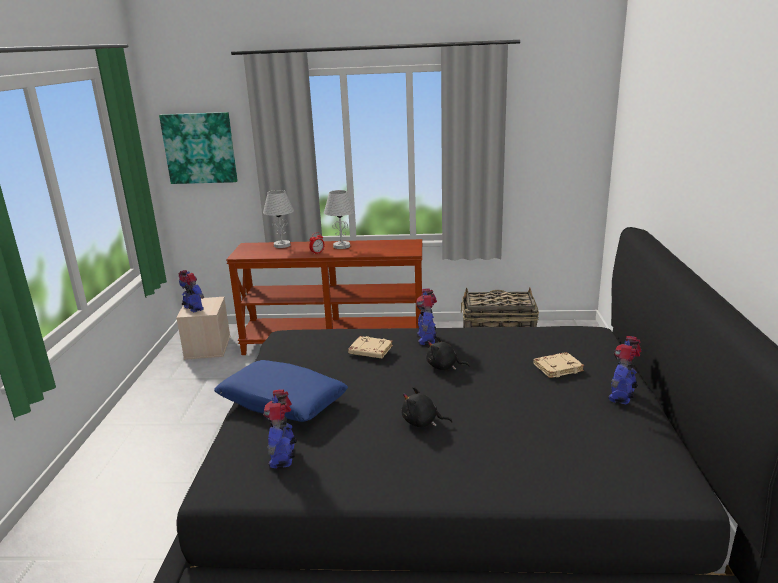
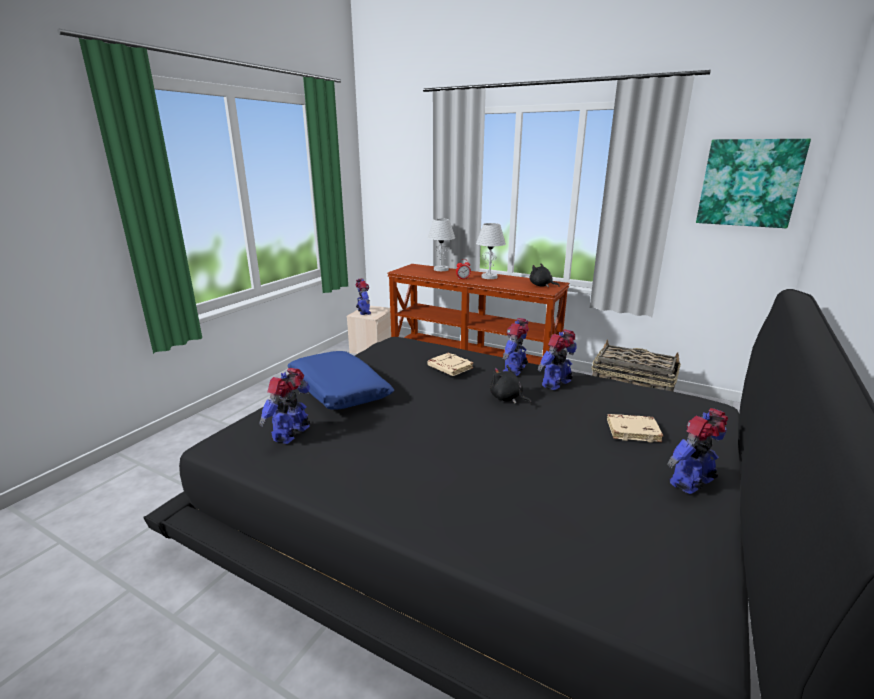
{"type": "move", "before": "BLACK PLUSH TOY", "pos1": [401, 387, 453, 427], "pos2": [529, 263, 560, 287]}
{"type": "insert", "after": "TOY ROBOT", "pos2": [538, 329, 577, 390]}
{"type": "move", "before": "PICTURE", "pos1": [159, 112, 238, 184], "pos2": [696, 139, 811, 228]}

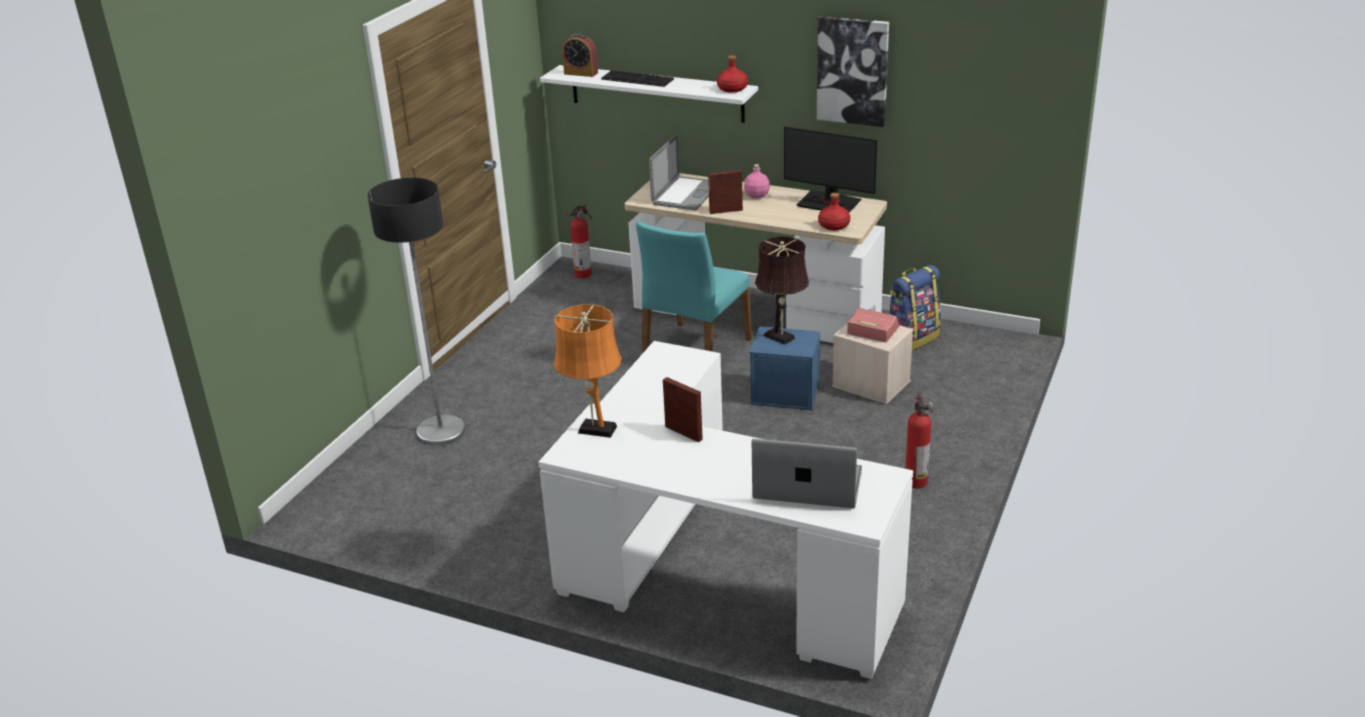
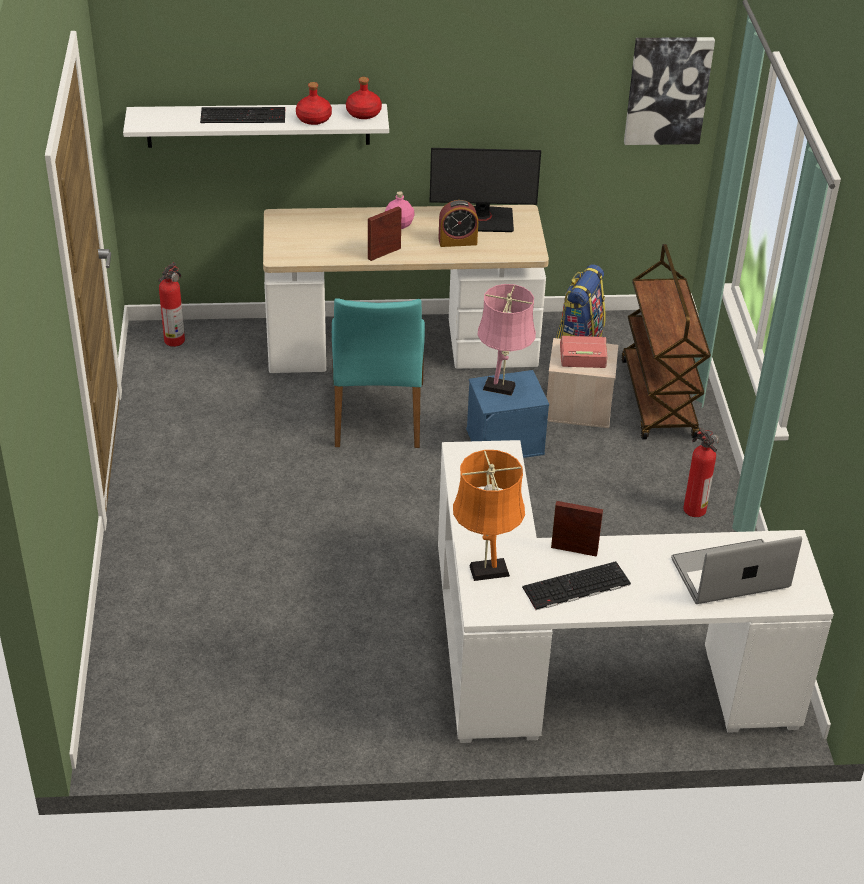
{"type": "move", "before": "RED BOTTLE", "pos1": [818, 193, 850, 230], "pos2": [296, 82, 332, 125]}
{"type": "move", "before": "ALARM CLOCK", "pos1": [562, 33, 598, 77], "pos2": [438, 200, 478, 247]}
{"type": "recolor", "before": "BROWN TABLE LAMP", "after": "PINK TABLE LAMP", "pos1": [755, 236, 809, 345], "pos2": [478, 284, 536, 396]}
{"type": "insert", "after": "KEYBOARD", "pos2": [522, 561, 631, 610]}
{"type": "insert", "after": "BROWN CART", "pos2": [621, 244, 711, 440]}
{"type": "move", "before": "PICTURE", "pos1": [817, 16, 889, 127], "pos2": [624, 37, 715, 145]}
{"type": "delete", "before": "FLOOR LAMP", "pos1": [367, 178, 466, 445]}
{"type": "delete", "before": "LAPTOP", "pos1": [649, 134, 709, 210]}

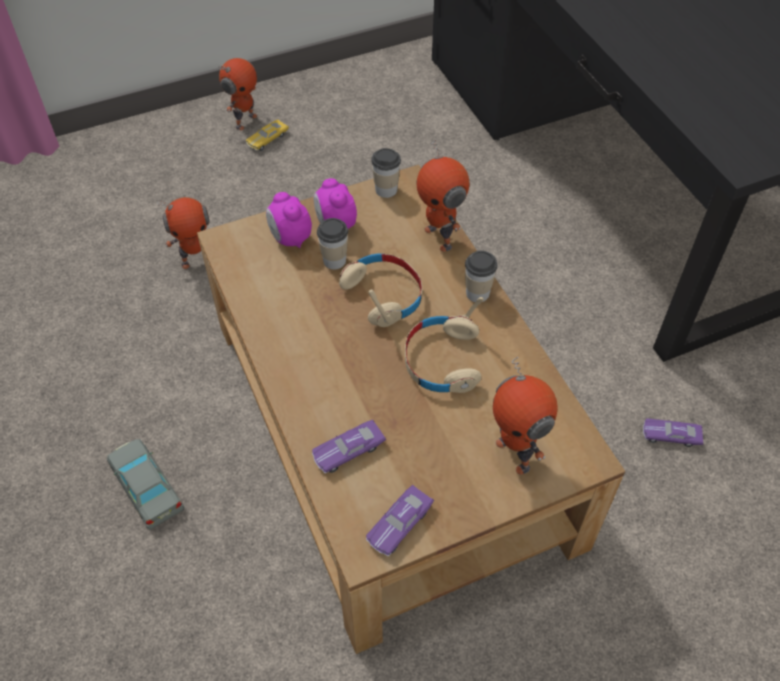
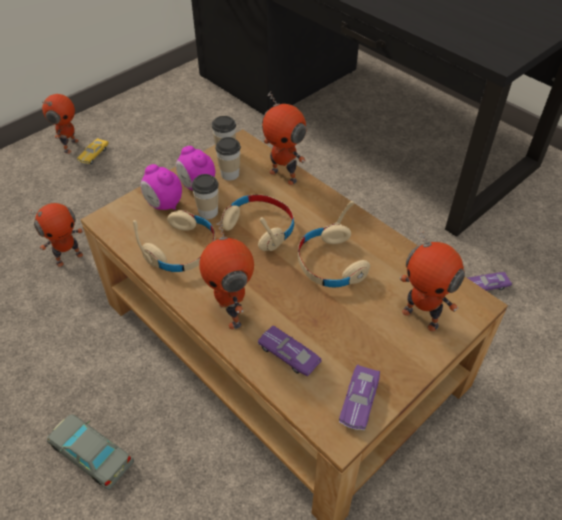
{"type": "insert", "after": "BEIGE HEADPHONES", "pos2": [133, 210, 215, 272]}
{"type": "insert", "after": "TOY ROBOT", "pos2": [199, 220, 254, 329]}
{"type": "move", "before": "CUP", "pos1": [465, 251, 498, 302], "pos2": [215, 137, 241, 181]}
{"type": "rotate", "before": "PURPLE TOY CAR", "pos1": [312, 420, 386, 473], "pos2": [258, 326, 322, 376], "turn": 90}

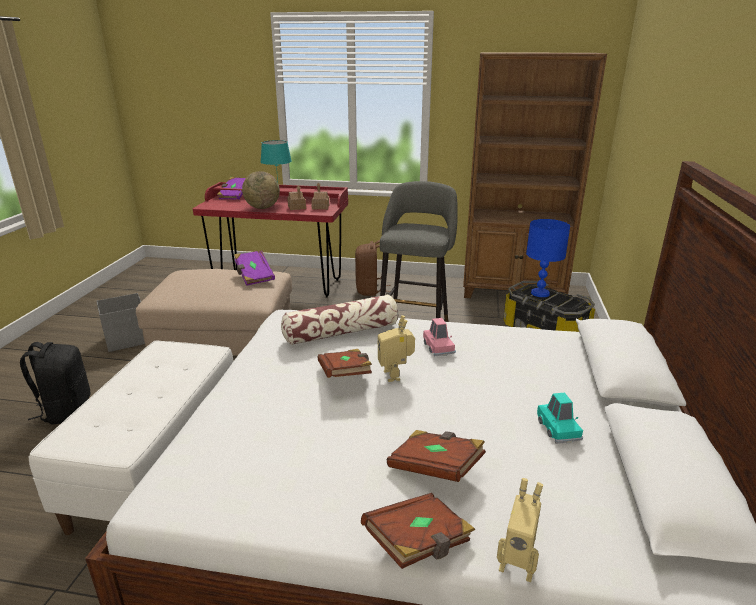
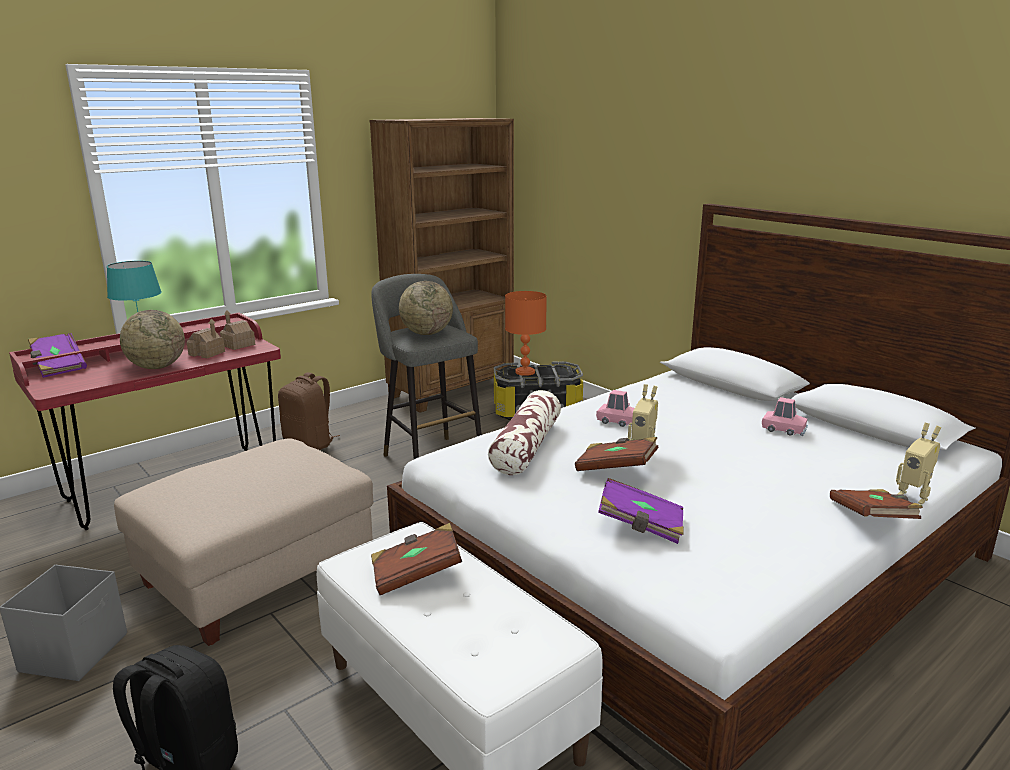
{"type": "move", "before": "BROWN BOOK", "pos1": [387, 430, 486, 482], "pos2": [371, 523, 462, 595]}
{"type": "insert", "after": "GLOBE", "pos2": [399, 281, 453, 335]}
{"type": "recolor", "before": "BLUE TABLE LAMP", "after": "ORANGE TABLE LAMP", "pos1": [526, 219, 570, 297], "pos2": [505, 291, 547, 376]}
{"type": "move", "before": "PURPLE BOOK", "pos1": [234, 251, 275, 286], "pos2": [598, 478, 684, 544]}
{"type": "recolor", "before": "TURQUOISE TOY CAR", "after": "PINK TOY CAR", "pos1": [537, 392, 583, 444], "pos2": [762, 397, 808, 436]}
{"type": "rotate", "before": "TOY ROBOT", "pos1": [497, 478, 543, 582], "pos2": [896, 423, 941, 505], "turn": 75}

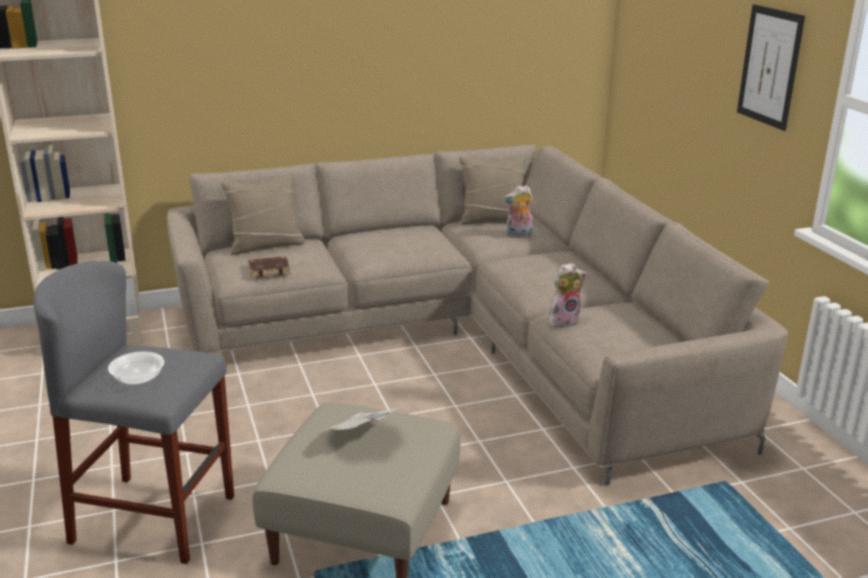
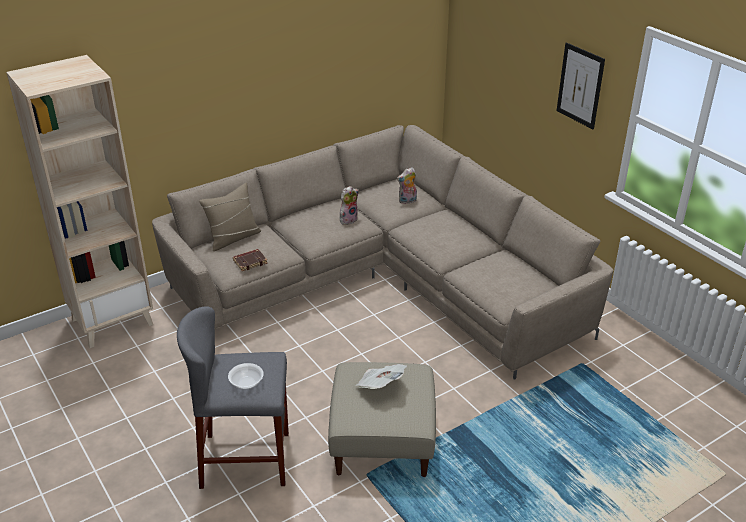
{"type": "move", "before": "PLUSH TOY", "pos1": [549, 263, 586, 328], "pos2": [340, 186, 359, 225]}
{"type": "delete", "before": "BEIGE PILLOW", "pos1": [459, 154, 527, 225]}

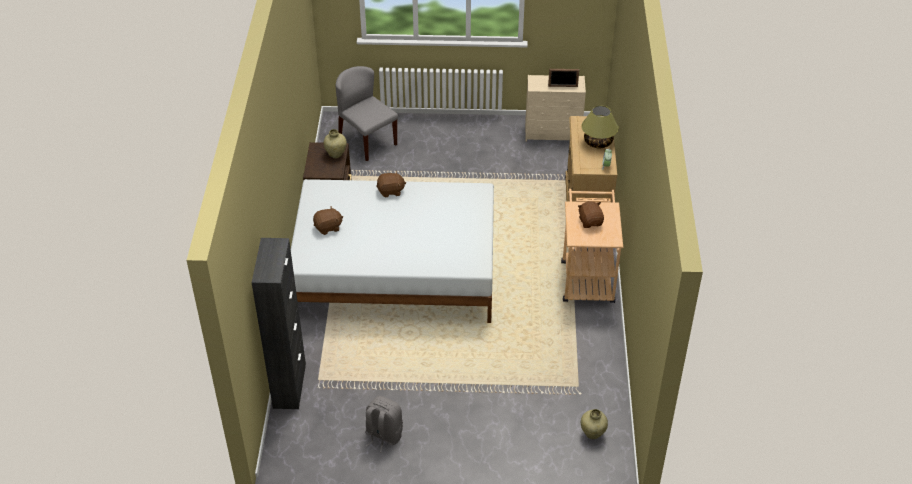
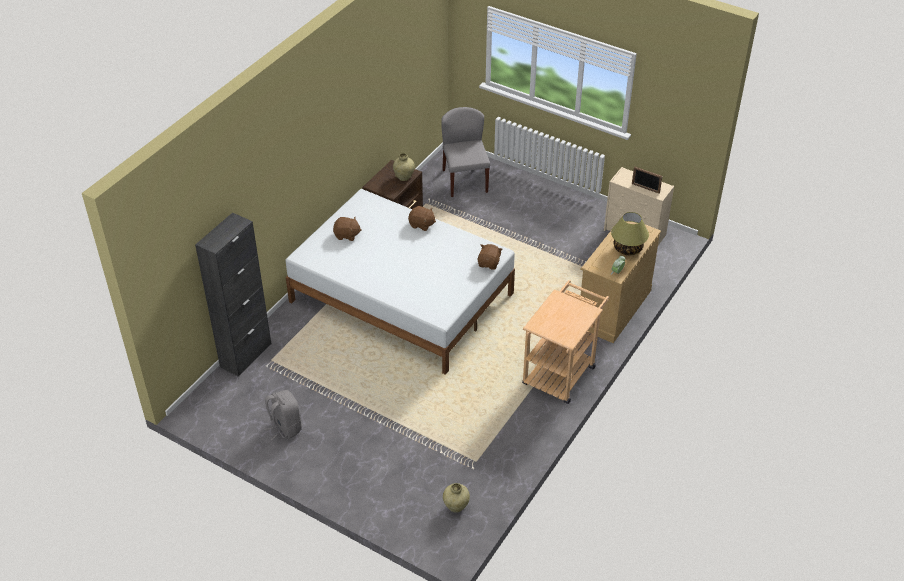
{"type": "move", "before": "BROWN PLUSH TOY", "pos1": [578, 201, 604, 228], "pos2": [478, 244, 502, 270]}

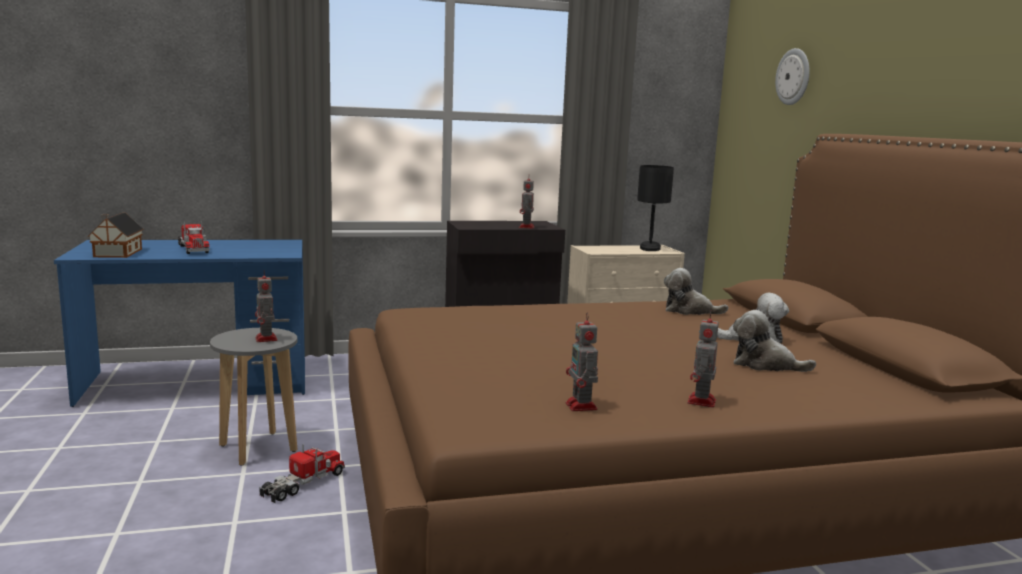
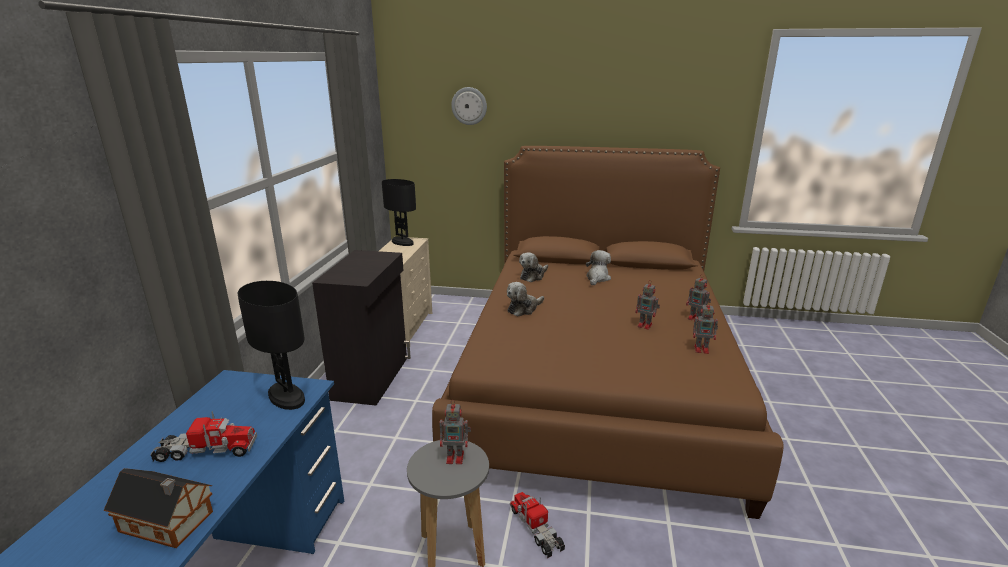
{"type": "insert", "after": "BLACK TABLE LAMP", "pos2": [238, 281, 305, 410]}
{"type": "move", "before": "PLUSH TOY", "pos1": [733, 310, 816, 372], "pos2": [507, 282, 544, 317]}
{"type": "move", "before": "TOY ROBOT", "pos1": [519, 179, 534, 229], "pos2": [635, 280, 660, 330]}

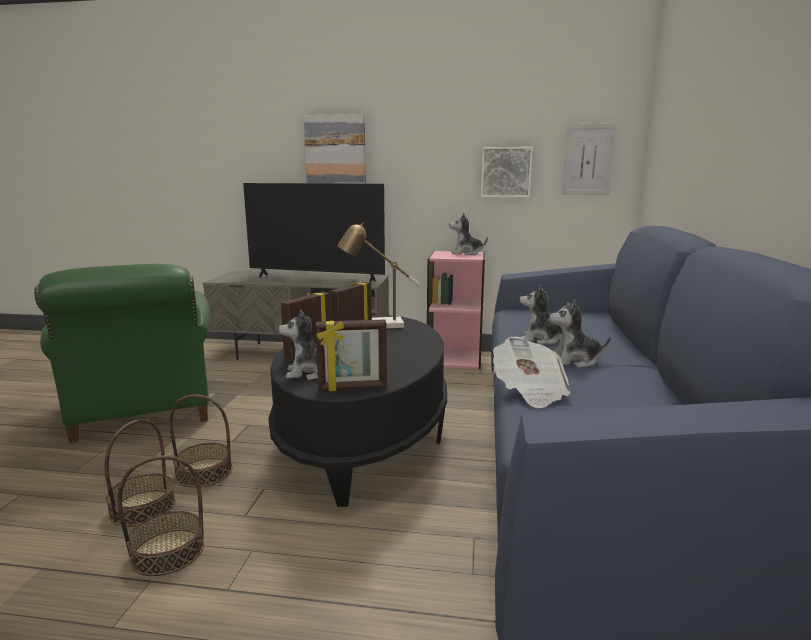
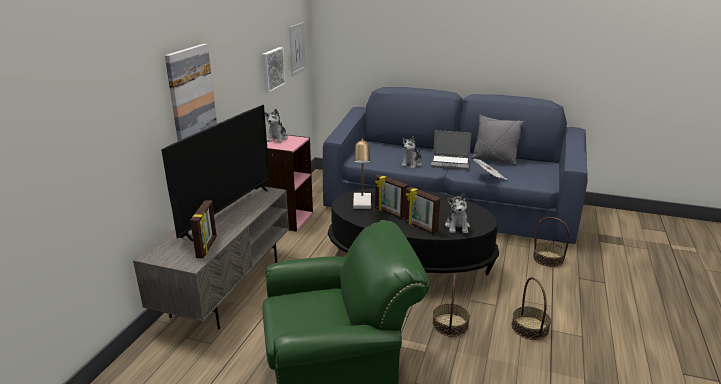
{"type": "move", "before": "PICTURE FRAME", "pos1": [316, 320, 387, 391], "pos2": [190, 200, 217, 258]}
{"type": "replace", "before": "PLUSH TOY", "after": "LAPTOP", "pos1": [548, 299, 611, 368], "pos2": [431, 130, 472, 170]}
{"type": "insert", "after": "GREY PILLOW", "pos2": [471, 115, 524, 165]}
{"type": "move", "before": "BASKET", "pos1": [104, 419, 176, 527], "pos2": [533, 217, 570, 267]}

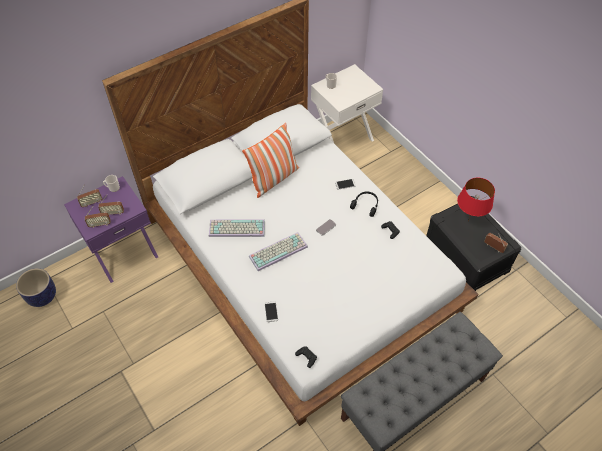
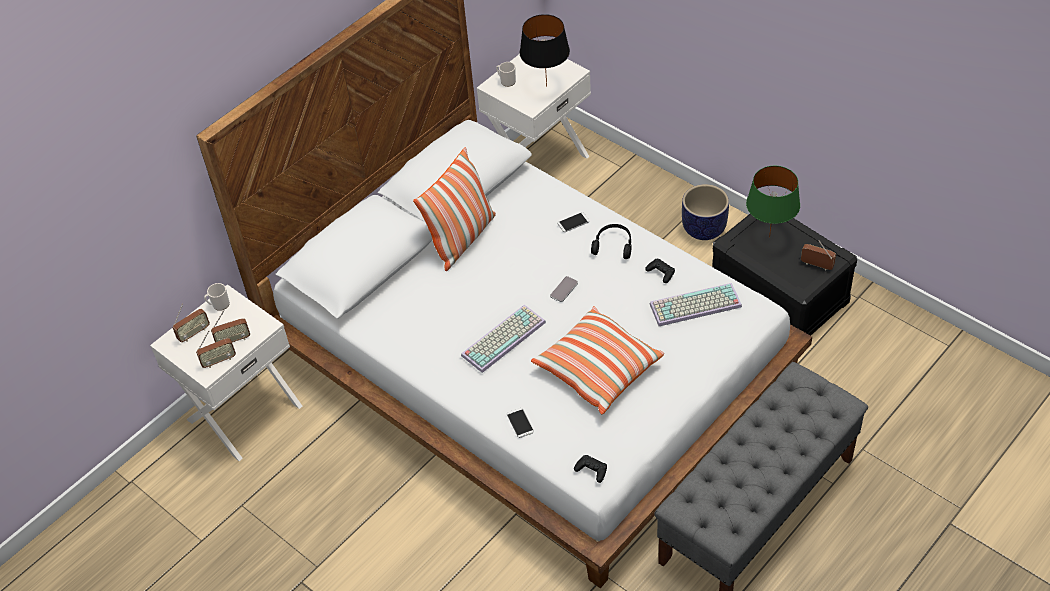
{"type": "recolor", "before": "PURPLE NIGHTSTAND", "after": "WHITE NIGHTSTAND", "pos1": [64, 176, 158, 283], "pos2": [150, 284, 302, 461]}
{"type": "insert", "after": "BLACK TABLE LAMP", "pos2": [520, 14, 570, 87]}
{"type": "insert", "after": "PILLOW", "pos2": [531, 306, 664, 414]}
{"type": "move", "before": "KEYBOARD", "pos1": [209, 220, 265, 237], "pos2": [650, 283, 742, 326]}
{"type": "move", "before": "PLANTER", "pos1": [16, 268, 56, 307], "pos2": [682, 184, 729, 240]}
{"type": "recolor", "before": "RED TABLE LAMP", "after": "GREEN TABLE LAMP", "pos1": [457, 178, 495, 221], "pos2": [746, 166, 800, 238]}

